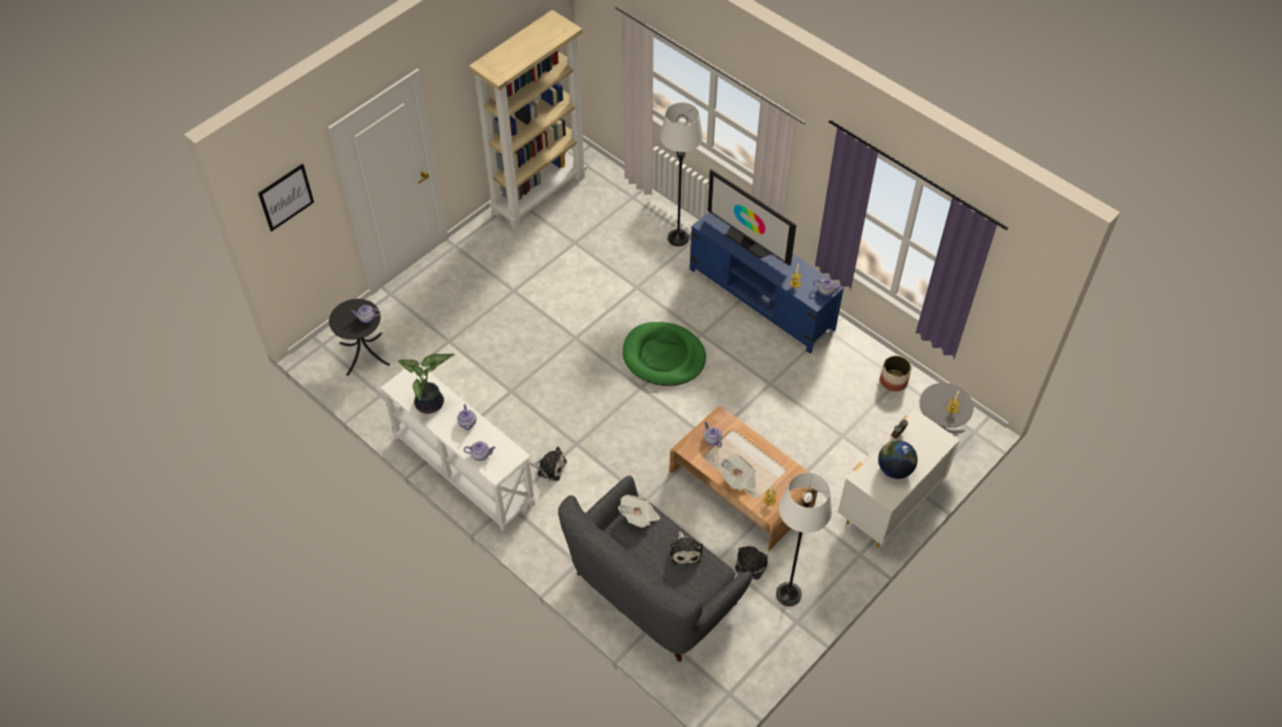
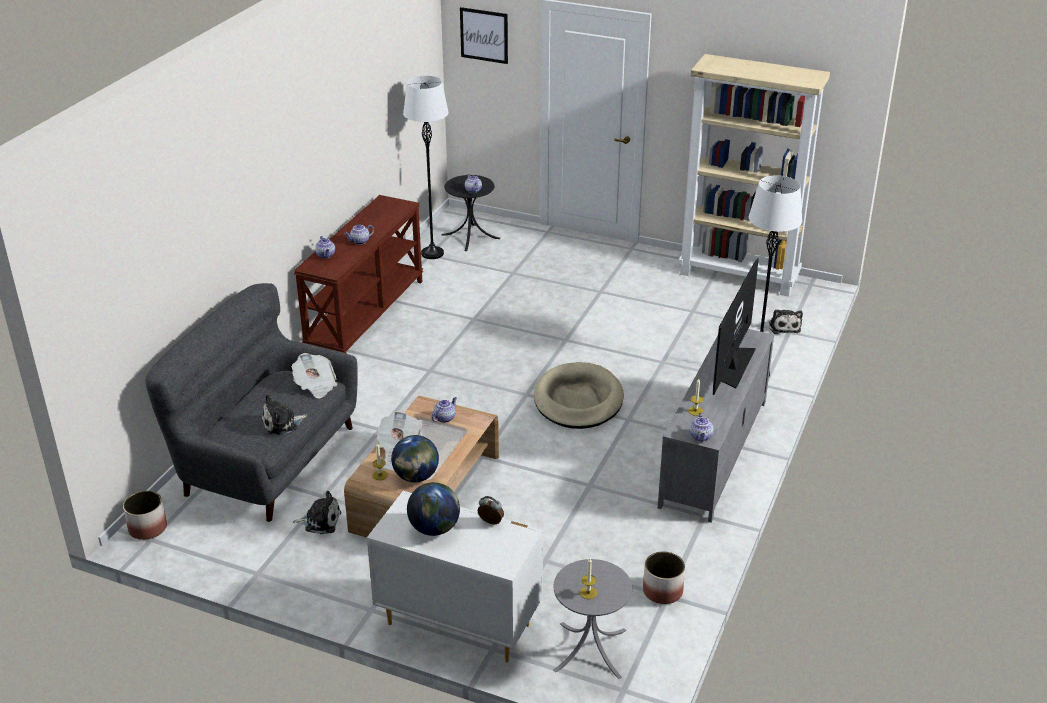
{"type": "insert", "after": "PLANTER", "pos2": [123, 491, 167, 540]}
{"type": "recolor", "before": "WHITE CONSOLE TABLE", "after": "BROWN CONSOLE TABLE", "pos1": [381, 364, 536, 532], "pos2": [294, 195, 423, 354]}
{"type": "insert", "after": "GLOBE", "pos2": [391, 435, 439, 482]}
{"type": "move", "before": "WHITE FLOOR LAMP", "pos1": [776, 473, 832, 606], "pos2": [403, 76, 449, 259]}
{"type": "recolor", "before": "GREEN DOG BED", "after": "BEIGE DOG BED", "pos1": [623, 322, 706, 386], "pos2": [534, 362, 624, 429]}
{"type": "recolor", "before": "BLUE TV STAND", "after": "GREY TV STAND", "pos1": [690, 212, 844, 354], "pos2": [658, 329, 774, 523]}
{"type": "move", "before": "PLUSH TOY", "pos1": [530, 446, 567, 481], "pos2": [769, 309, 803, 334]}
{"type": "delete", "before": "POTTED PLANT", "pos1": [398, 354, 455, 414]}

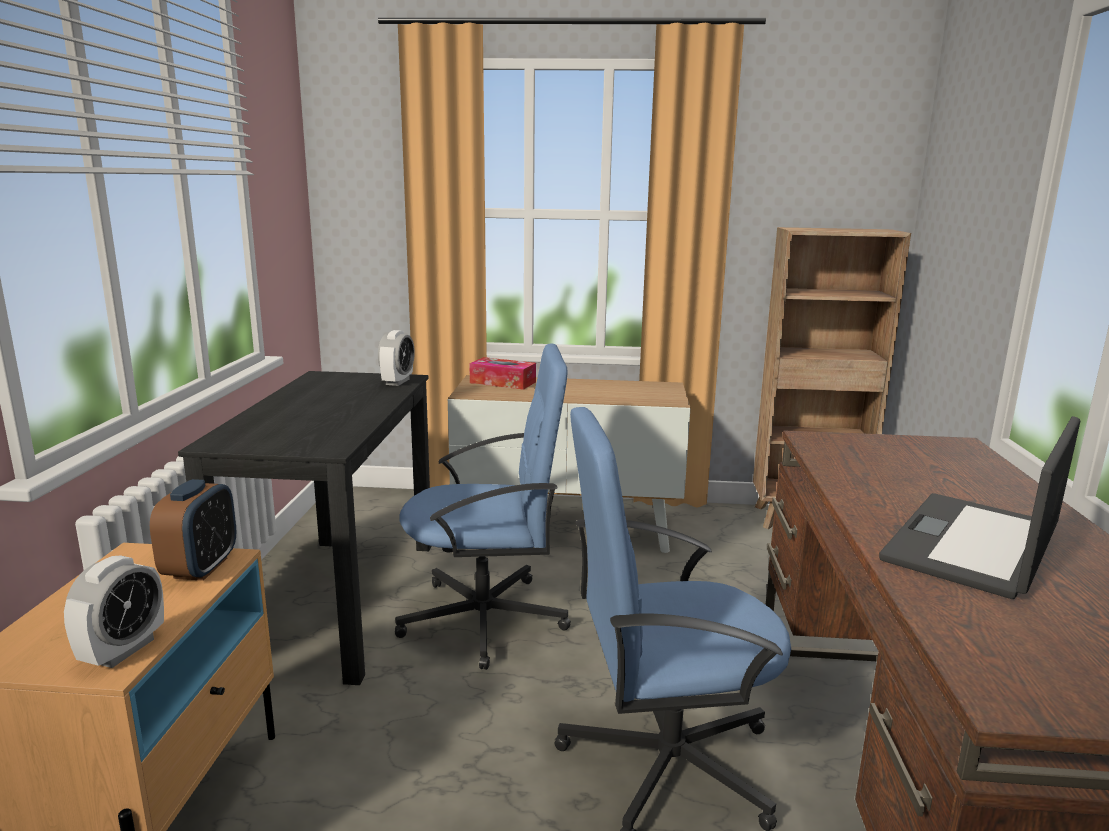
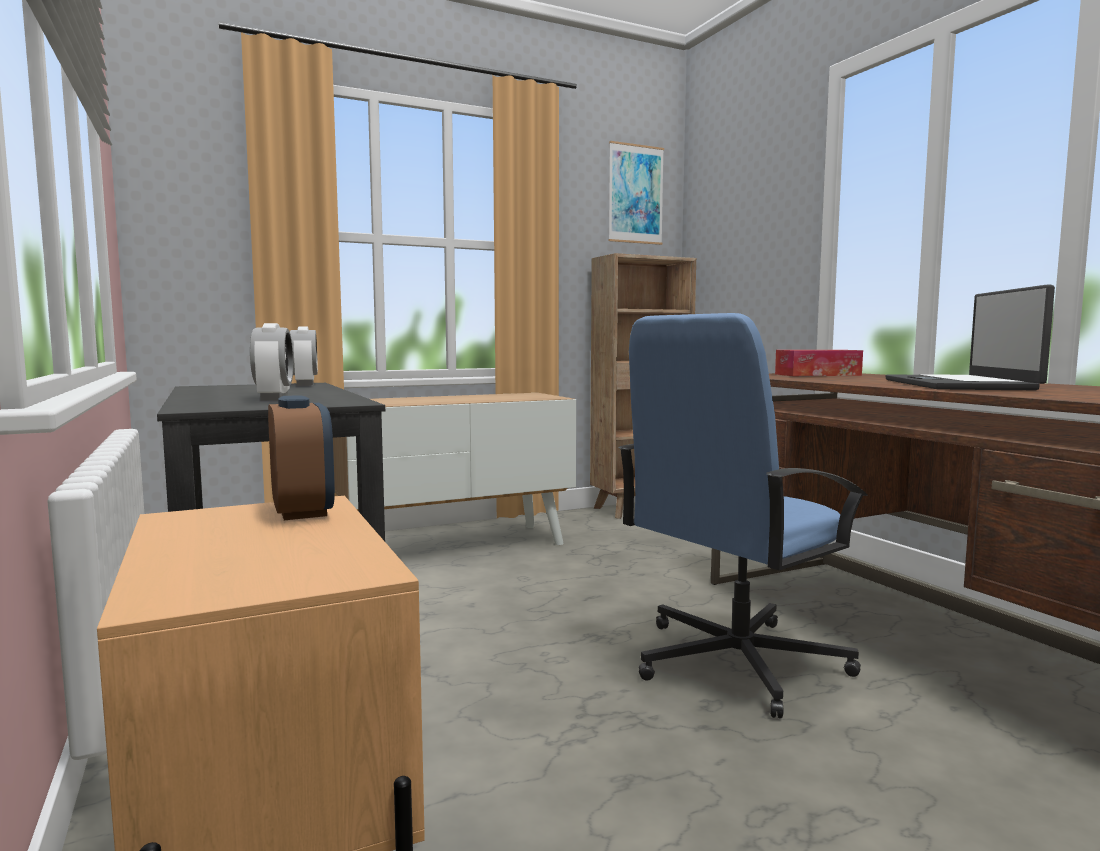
{"type": "move", "before": "ALARM CLOCK", "pos1": [64, 555, 164, 668], "pos2": [250, 323, 293, 401]}
{"type": "insert", "after": "PICTURE", "pos2": [608, 141, 664, 245]}
{"type": "move", "before": "TISSUE BOX", "pos1": [469, 357, 536, 390], "pos2": [775, 350, 863, 376]}
{"type": "delete", "before": "BLUE OFFICE CHAIR", "pos1": [395, 344, 571, 670]}

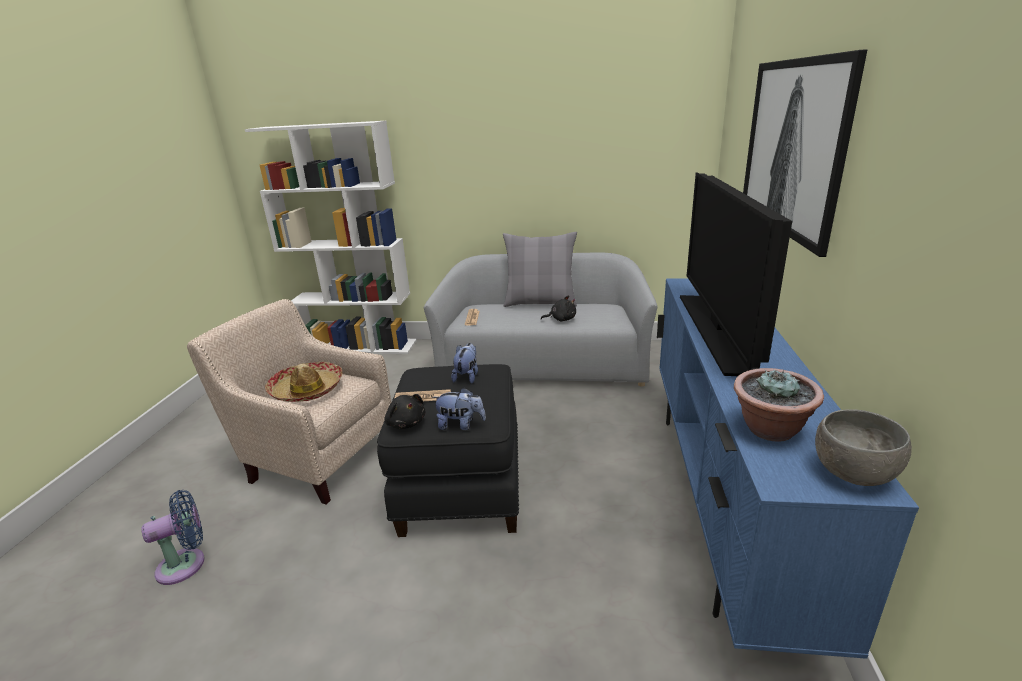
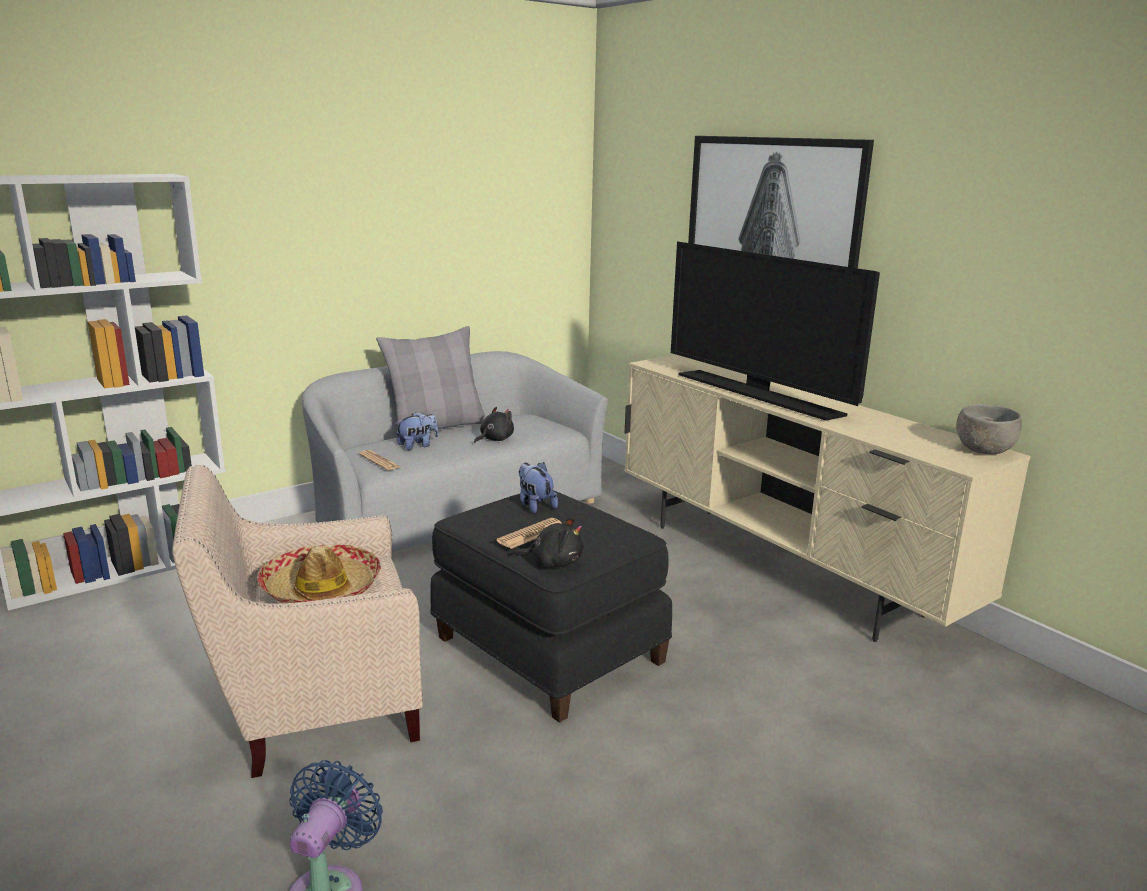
{"type": "move", "before": "PLUSH TOY", "pos1": [432, 388, 486, 430], "pos2": [395, 411, 438, 450]}
{"type": "recolor", "before": "BLUE TV STAND", "after": "BEIGE TV STAND", "pos1": [657, 278, 919, 659], "pos2": [624, 355, 1031, 642]}
{"type": "delete", "before": "POTTED PLANT", "pos1": [734, 368, 824, 441]}

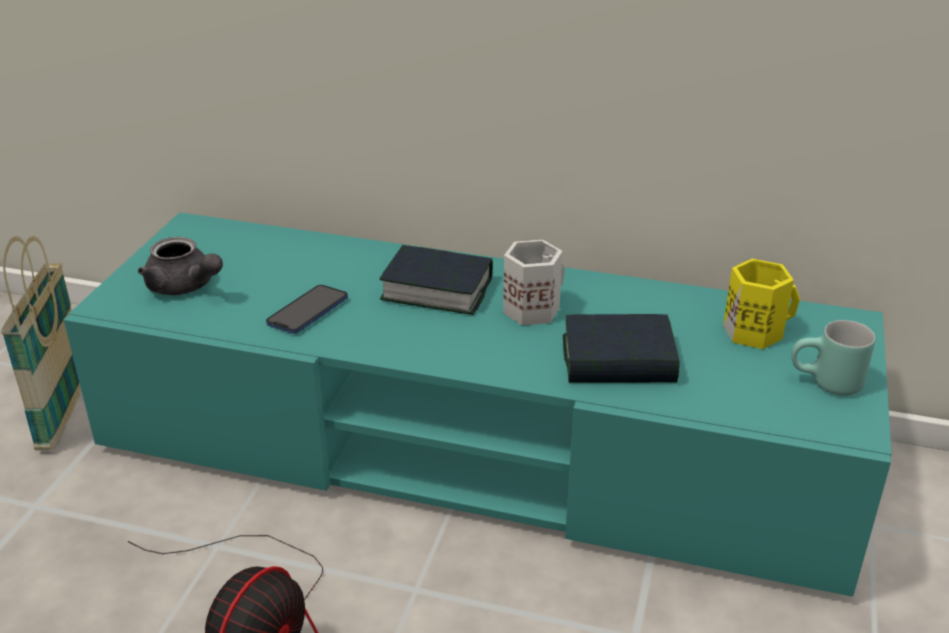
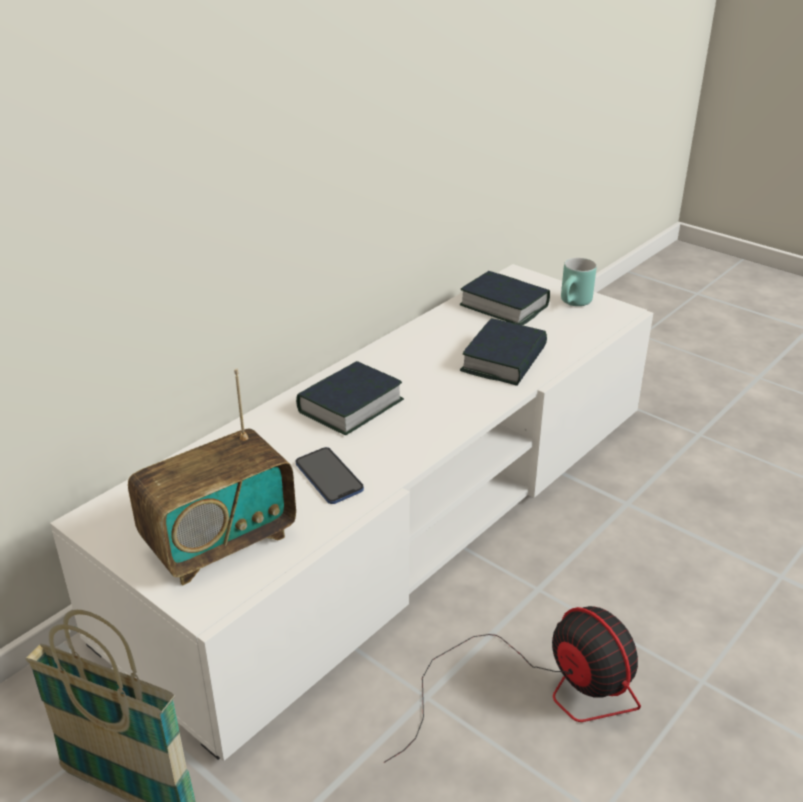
{"type": "recolor", "before": "TURQUOISE TV STAND", "after": "WHITE TV STAND", "pos1": [64, 212, 891, 597], "pos2": [50, 264, 653, 761]}
{"type": "replace", "before": "GREY TEAPOT", "after": "RADIO", "pos1": [138, 237, 223, 295], "pos2": [128, 368, 296, 586]}
{"type": "replace", "before": "YELLOW MUG", "after": "BOOK", "pos1": [723, 258, 800, 349], "pos2": [460, 271, 550, 325]}
{"type": "delete", "before": "WHITE MUG", "pos1": [503, 240, 565, 325]}

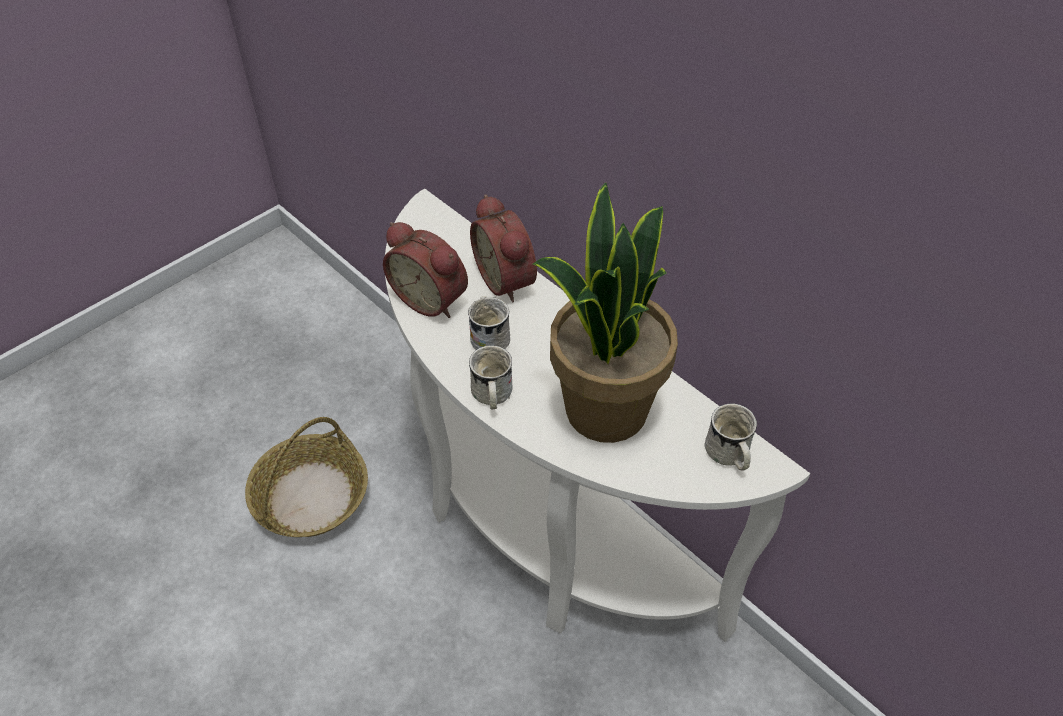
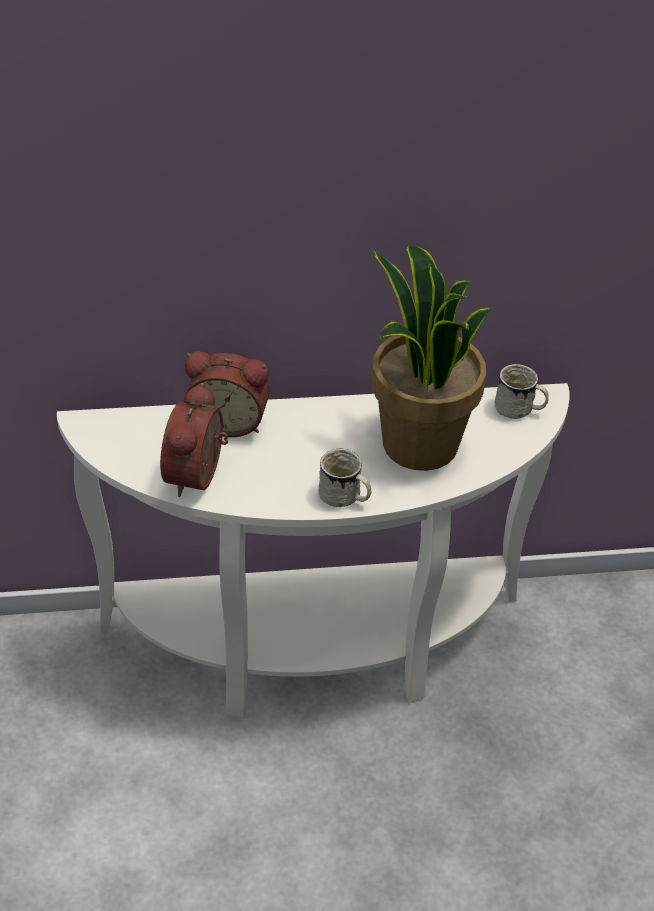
{"type": "rotate", "before": "ALARM CLOCK", "pos1": [383, 222, 468, 318], "pos2": [160, 383, 228, 497], "turn": 120}
{"type": "delete", "before": "BASKET", "pos1": [245, 417, 368, 537]}
{"type": "delete", "before": "WHITE MUG", "pos1": [468, 296, 510, 350]}

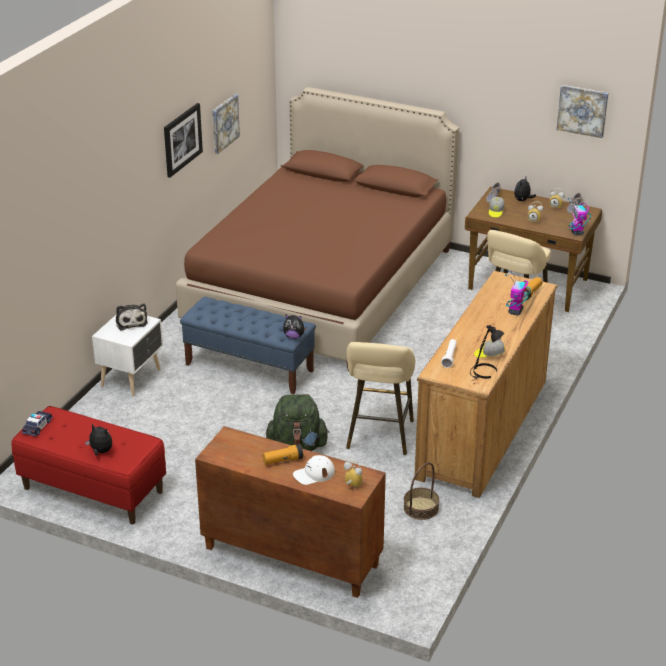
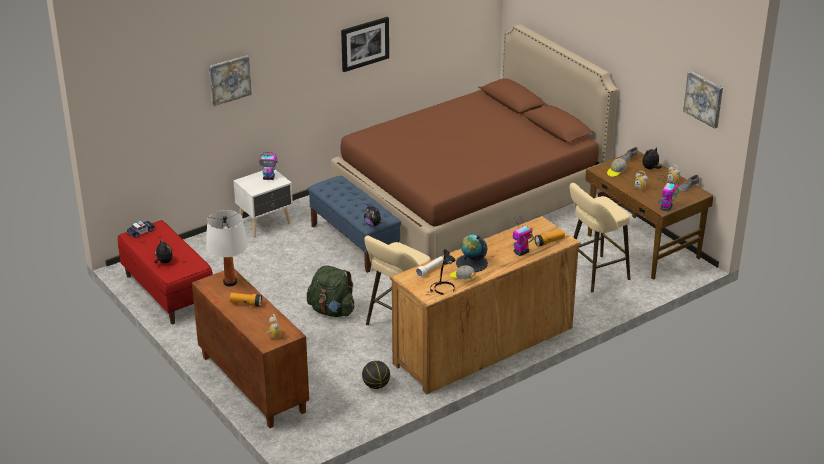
{"type": "insert", "after": "WHITE TABLE LAMP", "pos2": [206, 210, 248, 286]}
{"type": "move", "before": "PICTURE", "pos1": [212, 94, 240, 154], "pos2": [209, 55, 252, 106]}
{"type": "replace", "before": "PLUSH TOY", "after": "TOY ROBOT", "pos1": [116, 304, 148, 330], "pos2": [259, 152, 278, 180]}
{"type": "replace", "before": "BASKET", "after": "BASKETBALL", "pos1": [403, 462, 439, 520], "pos2": [362, 361, 390, 389]}
{"type": "insert", "after": "GLOBE", "pos2": [456, 235, 488, 272]}
{"type": "delete", "before": "WHITE CAP", "pos1": [293, 455, 335, 485]}

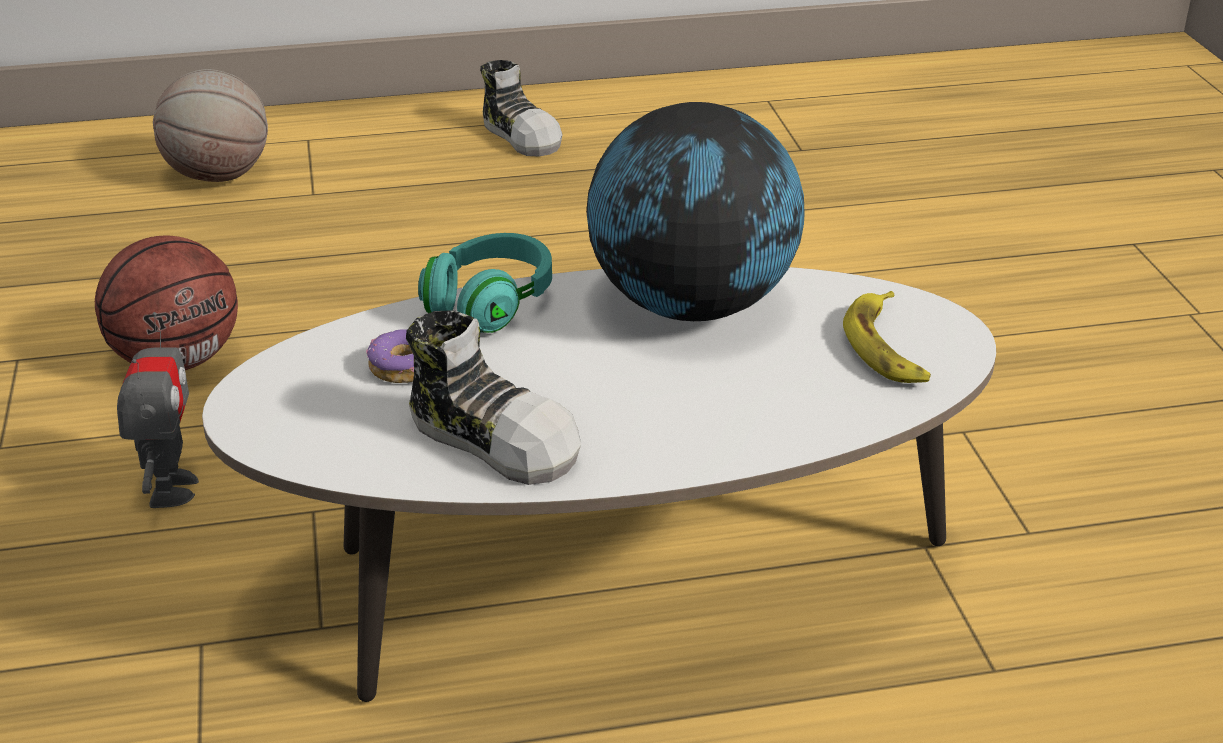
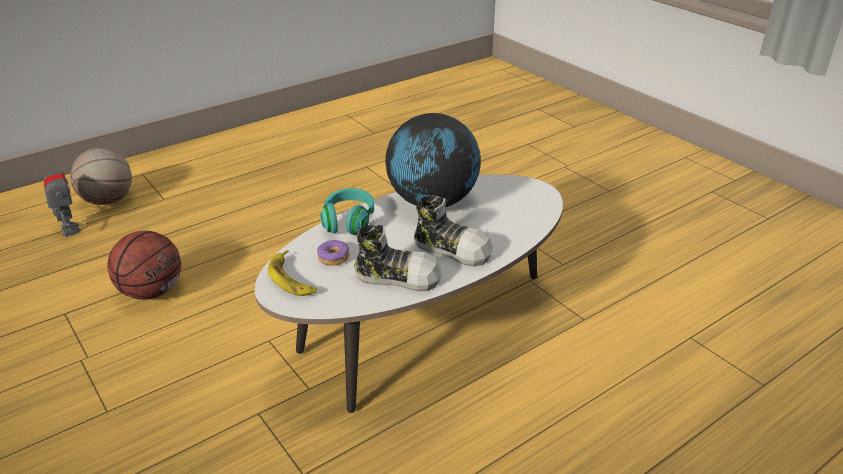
{"type": "move", "before": "TOY ROBOT", "pos1": [117, 312, 199, 508], "pos2": [44, 158, 81, 237]}
{"type": "move", "before": "BANANA", "pos1": [843, 291, 931, 383], "pos2": [268, 250, 317, 296]}
{"type": "move", "before": "SHOE", "pos1": [480, 60, 563, 157], "pos2": [414, 195, 493, 267]}

